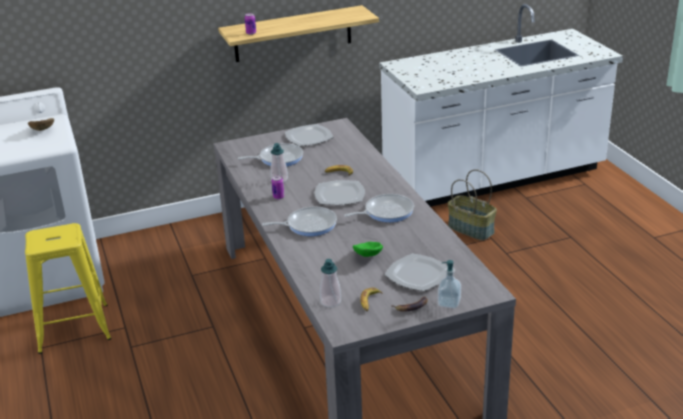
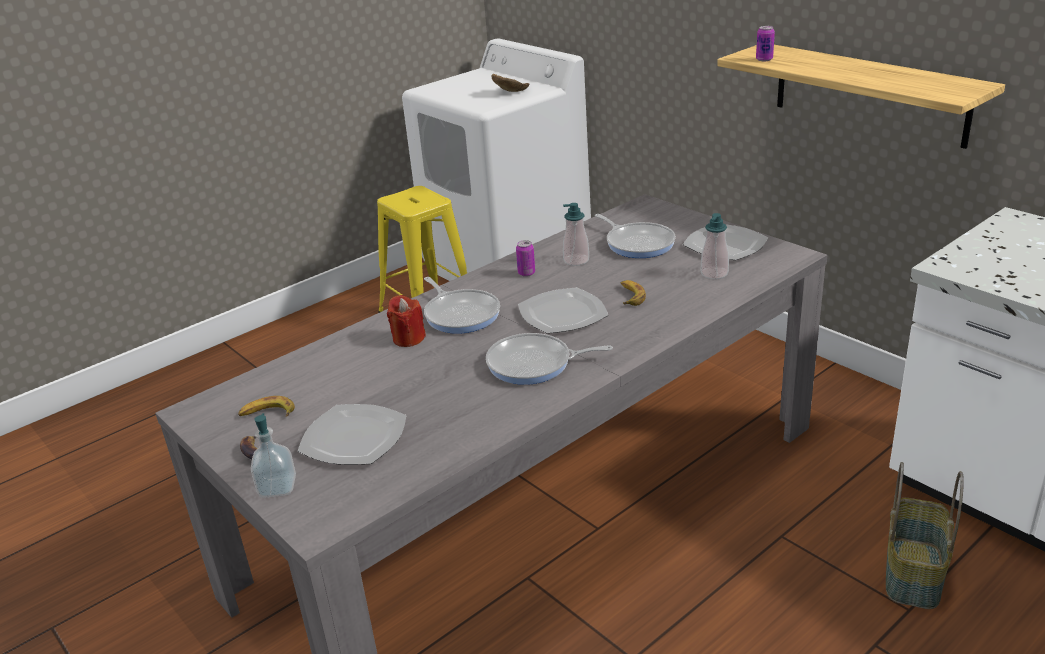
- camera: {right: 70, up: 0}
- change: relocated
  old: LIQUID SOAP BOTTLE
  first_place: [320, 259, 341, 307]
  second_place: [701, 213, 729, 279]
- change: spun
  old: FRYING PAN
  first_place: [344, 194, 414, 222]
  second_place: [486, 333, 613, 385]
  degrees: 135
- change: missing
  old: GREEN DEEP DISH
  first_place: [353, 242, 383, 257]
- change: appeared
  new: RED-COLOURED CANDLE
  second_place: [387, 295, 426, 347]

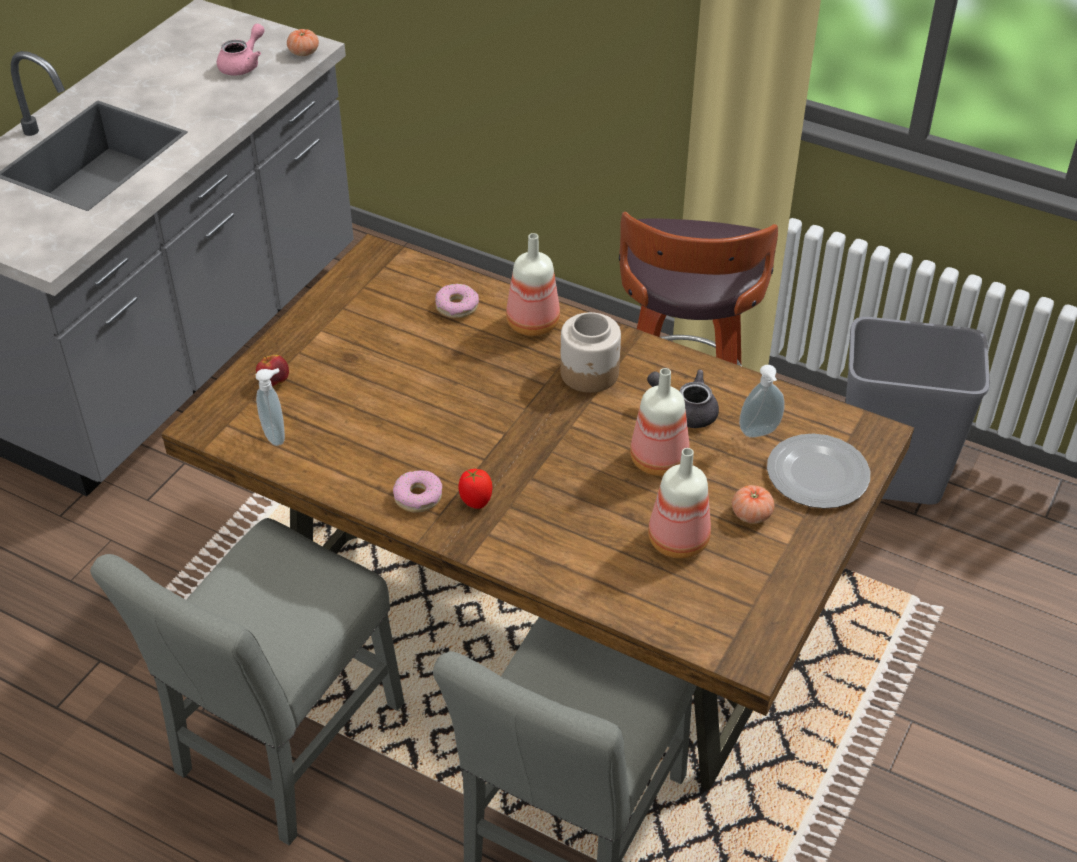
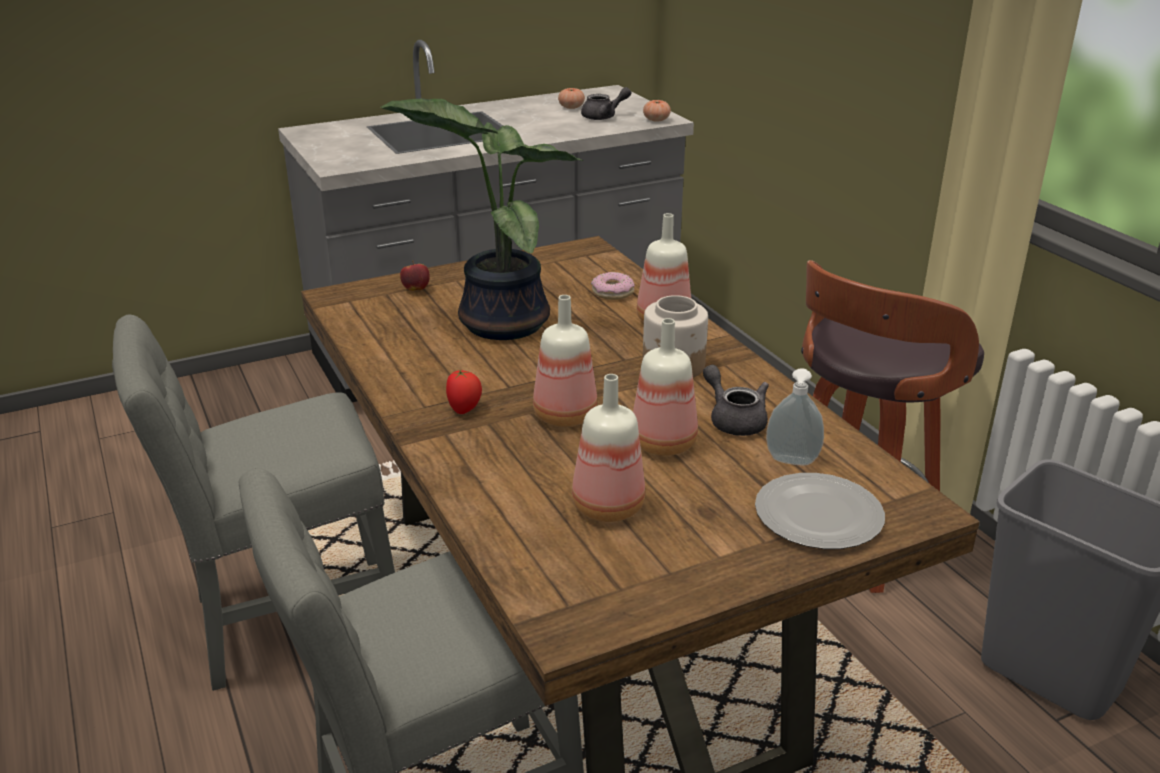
- camera: {right: 35, up: -15}
- change: colour
  old: PINKISH POT FOR TEA
  new: GREY POT FOR TEA
  first_place: [217, 24, 265, 76]
  second_place: [581, 87, 631, 120]
- change: missing
  old: LIQUID SOAP BOTTLE
  first_place: [256, 368, 285, 446]
- change: missing
  old: DOUGHNUT
  first_place: [393, 470, 442, 513]
- change: relocated
  old: TOMATO
  first_place: [732, 485, 774, 524]
  second_place: [558, 88, 585, 109]
- change: appeared
  new: PLANT IN A POT
  second_place: [381, 98, 583, 340]
- change: appeared
  new: BEVERAGE BOTTLE
  second_place: [533, 295, 597, 427]

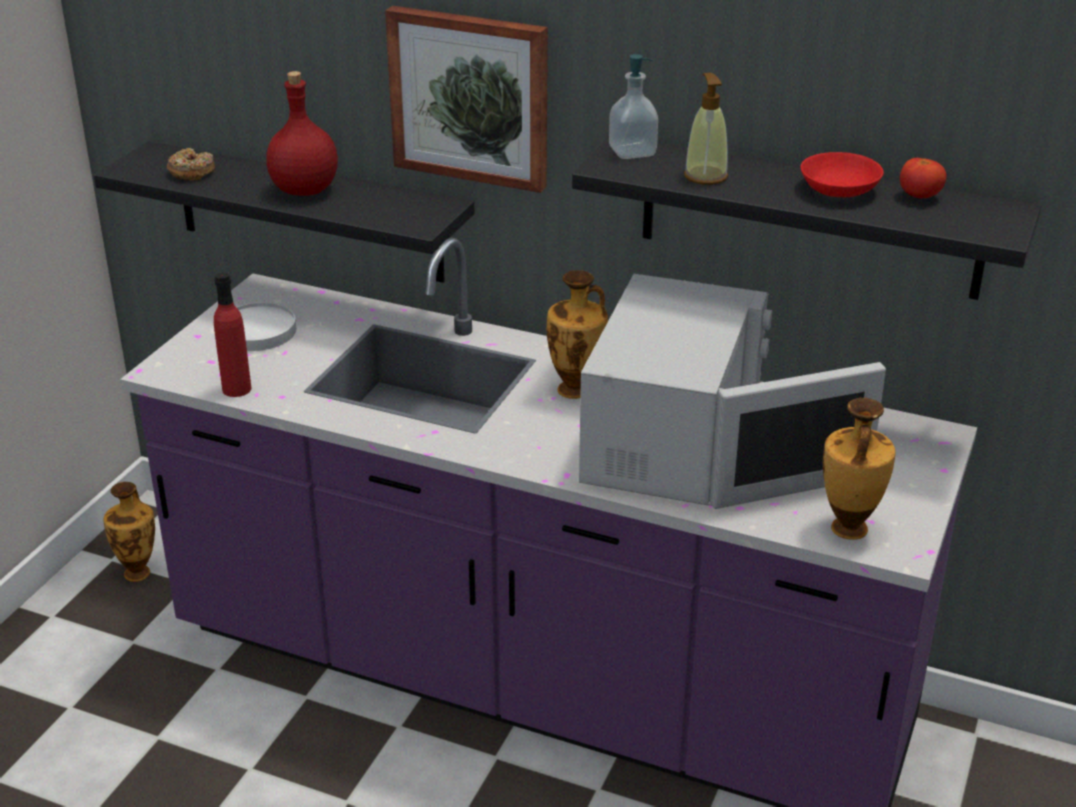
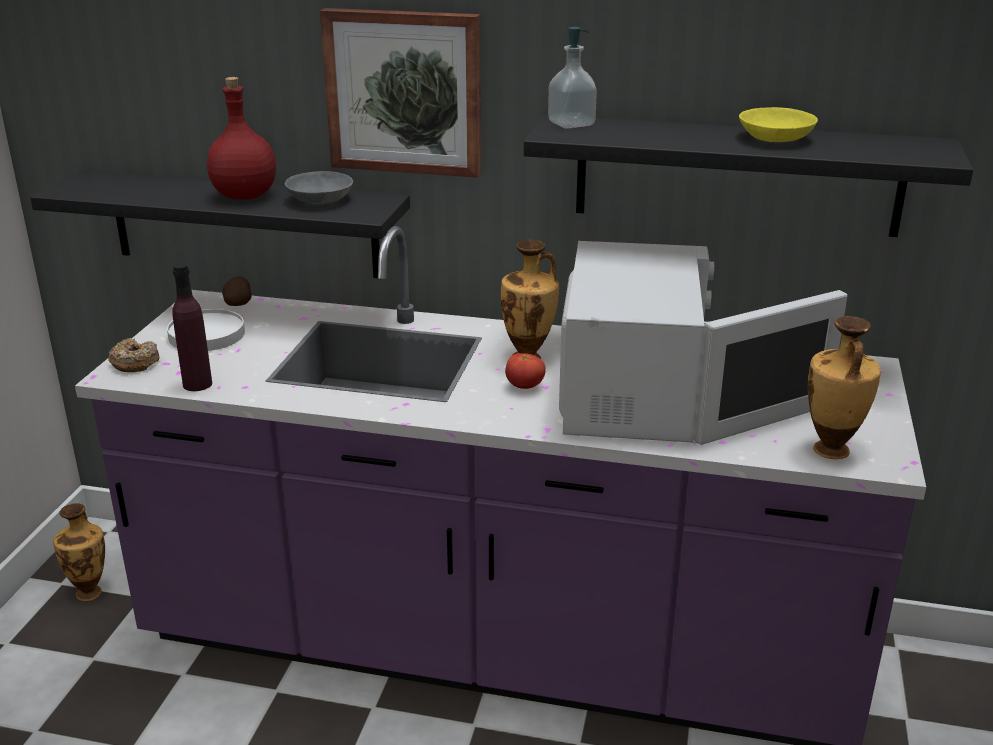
- camera: {right: -10, up: -5}
- change: relocated
  old: DOUGHNUT
  first_place: [167, 148, 215, 181]
  second_place: [108, 338, 159, 372]
- change: colour
  old: RED-COLOURED BEVERAGE BOTTLE
  new: PURPLISH BEVERAGE BOTTLE
  first_place: [214, 272, 251, 397]
  second_place: [173, 263, 212, 391]
- change: missing
  old: LIQUID SOAP BOTTLE
  first_place: [684, 73, 728, 185]
- change: colour
  old: RED-COLOURED DEEP DISH
  new: YELLOW DEEP DISH
  first_place: [800, 152, 884, 197]
  second_place: [739, 107, 818, 142]
- change: relocated
  old: TOMATO
  first_place: [900, 158, 947, 198]
  second_place: [505, 353, 546, 389]
- change: appeared
  new: WHOLE POTATO
  second_place: [222, 276, 252, 306]
- change: appeared
  new: GREY DEEP DISH
  second_place: [285, 171, 353, 204]

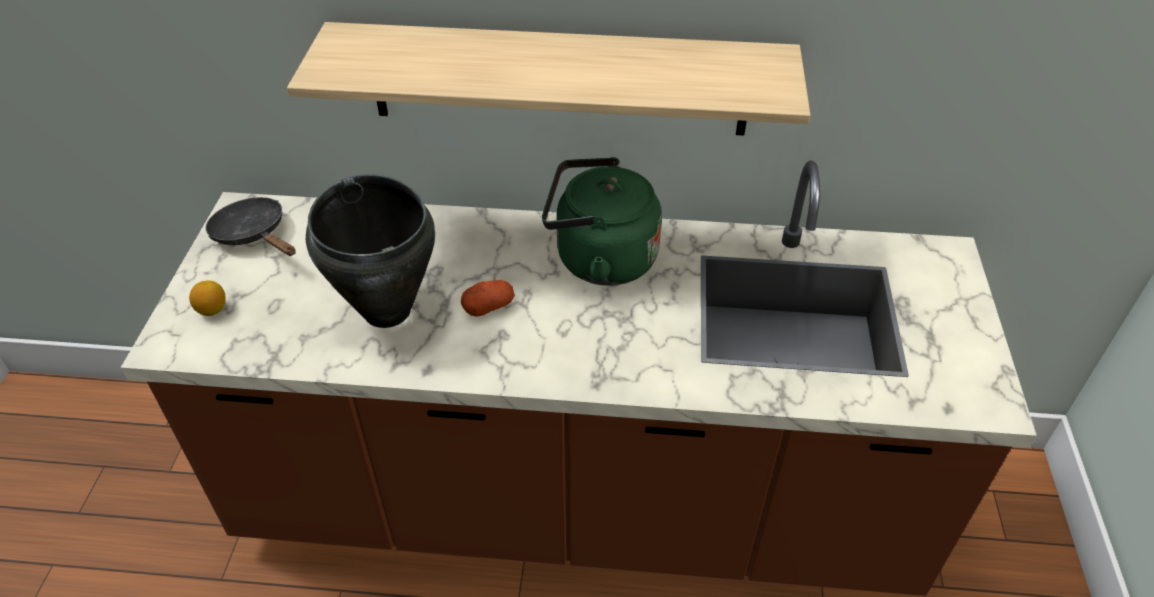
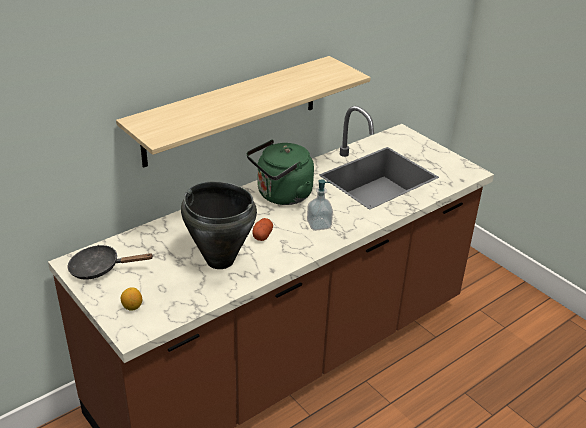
- camera: {right: -45, up: -10}
- change: appeared
  new: LIQUID SOAP BOTTLE
  second_place: [307, 179, 333, 231]

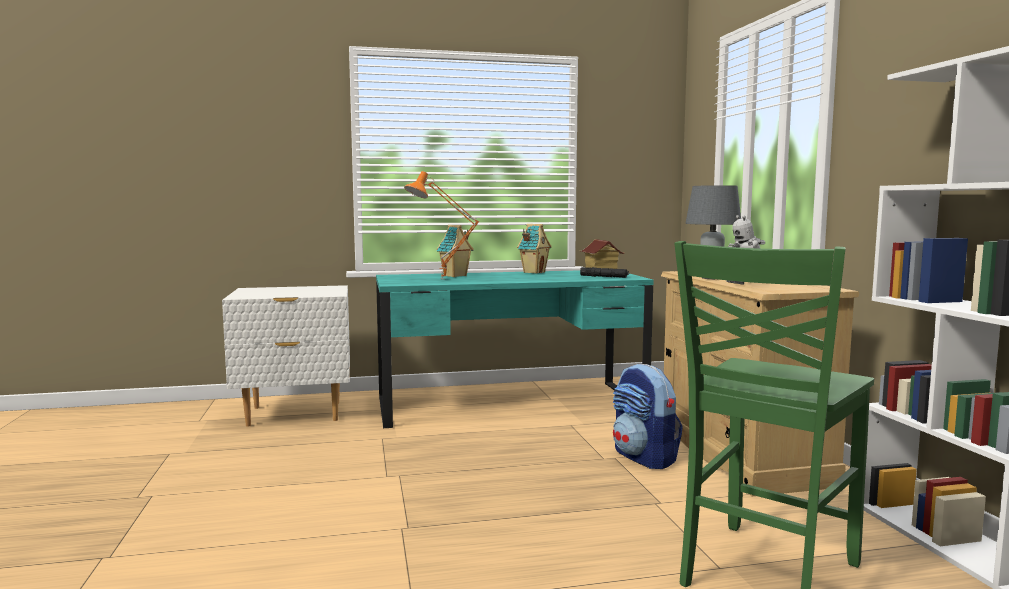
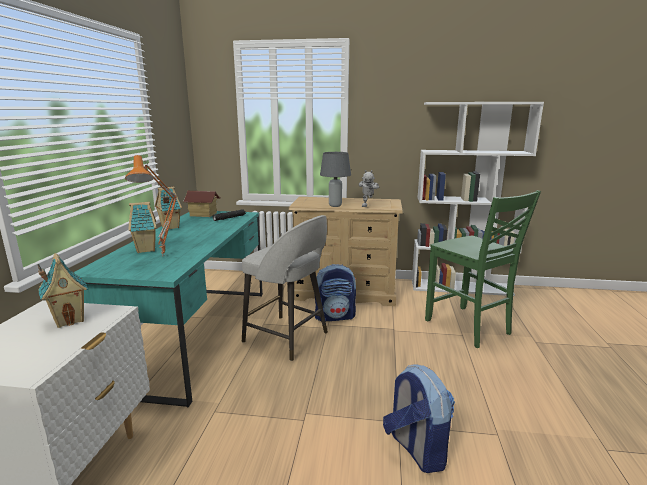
- camera: {right: -70, up: 10}
- change: appeared
  new: MODEL HOUSE
  second_place: [37, 253, 88, 328]
- change: appeared
  new: GREY STOOL
  second_place: [242, 215, 328, 361]
- change: appeared
  new: RUCKSACK
  second_place: [383, 364, 455, 473]

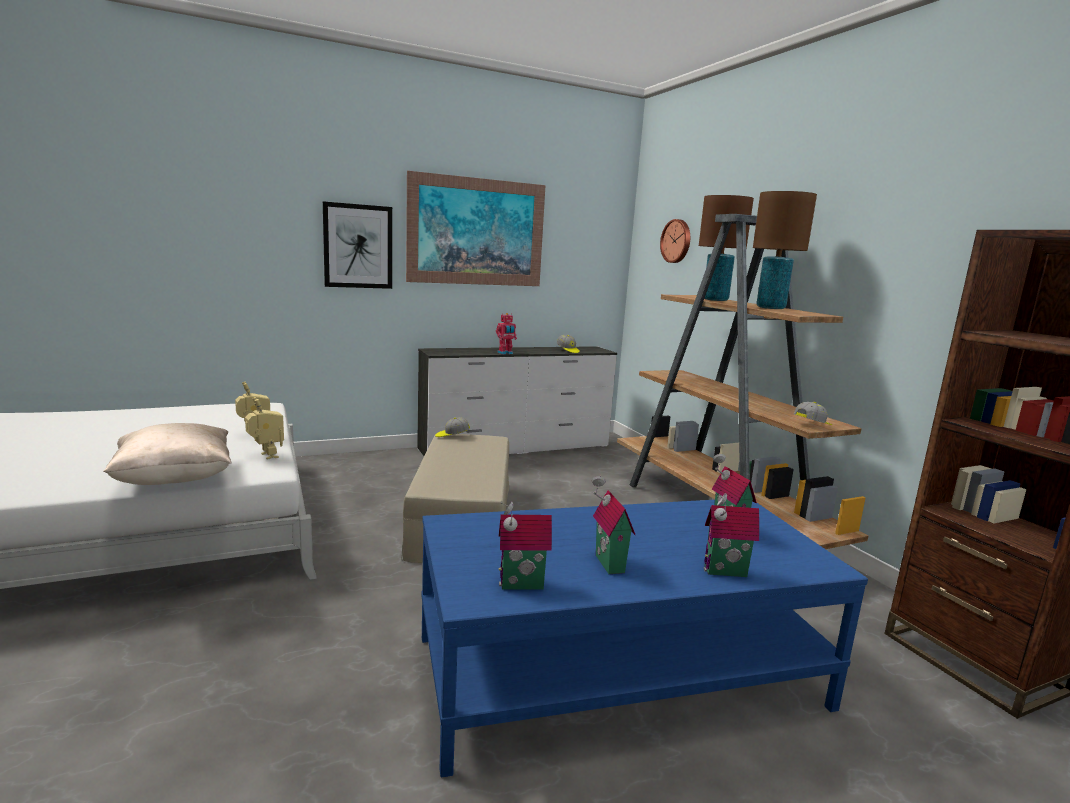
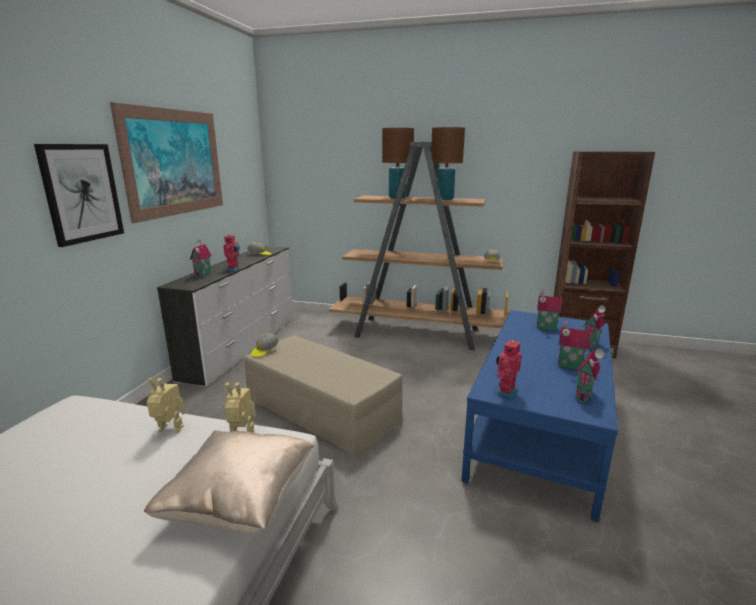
- camera: {right: -50, up: 5}
- change: missing
  old: CLOCK ON THE WALL
  first_place: [660, 219, 690, 263]
- change: appeared
  new: MODEL HOUSE
  second_place: [190, 240, 212, 278]
- change: appeared
  new: MODEL ROBOT
  second_place: [496, 339, 522, 399]

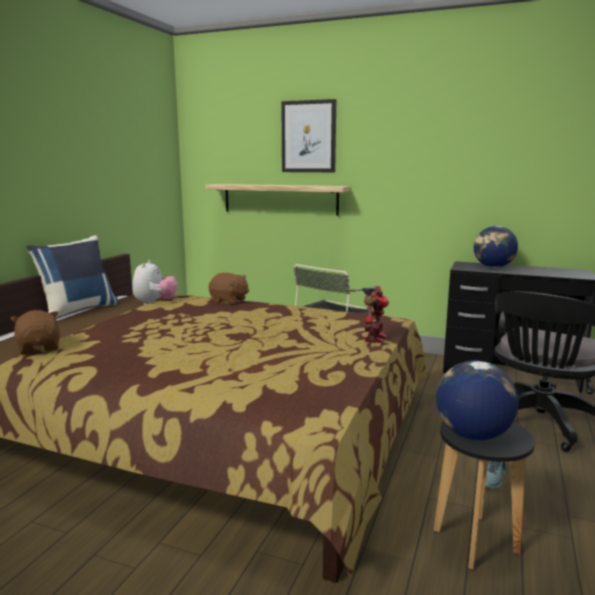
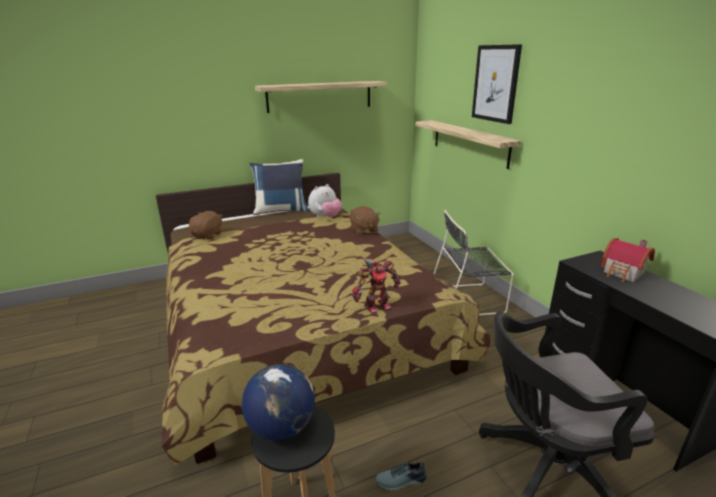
- camera: {right: 45, up: 10}
- change: exchanged
  old: DESK GLOBE
  new: MODEL HOUSE
  first_place: [474, 226, 518, 268]
  second_place: [601, 238, 655, 282]
- change: appeared
  new: SHELF
  second_place: [255, 81, 387, 113]

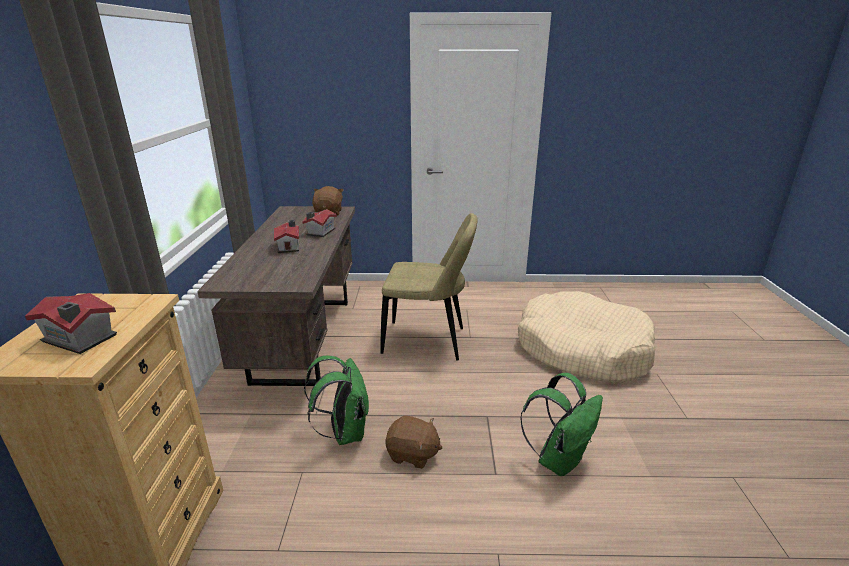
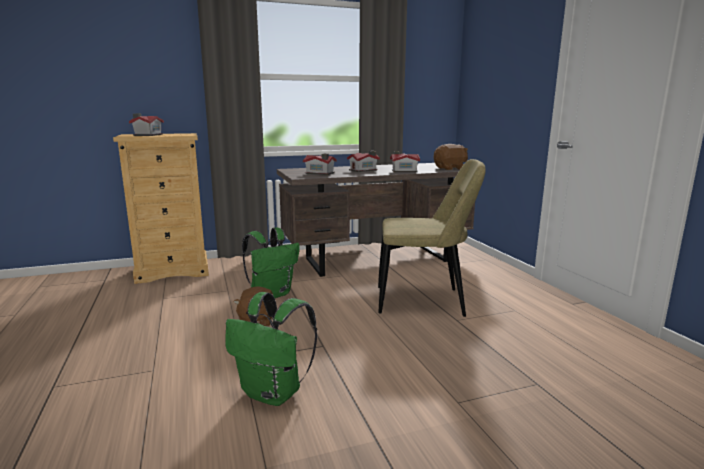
- camera: {right: 70, up: -10}
- change: spun
  old: SAND-COLOURED PLAIN CHAIR
  first_place: [381, 213, 478, 361]
  second_place: [378, 159, 486, 317]
  degrees: -75
- change: missing
  old: SAND-COLOURED DOG CUSHION
  first_place: [518, 291, 655, 384]
- change: appeared
  new: MODEL HOUSE
  second_place: [303, 154, 337, 175]

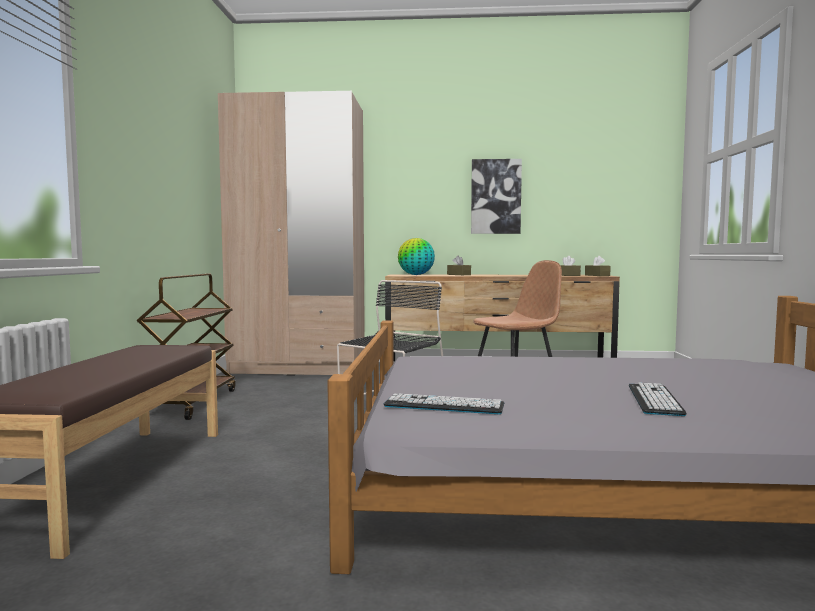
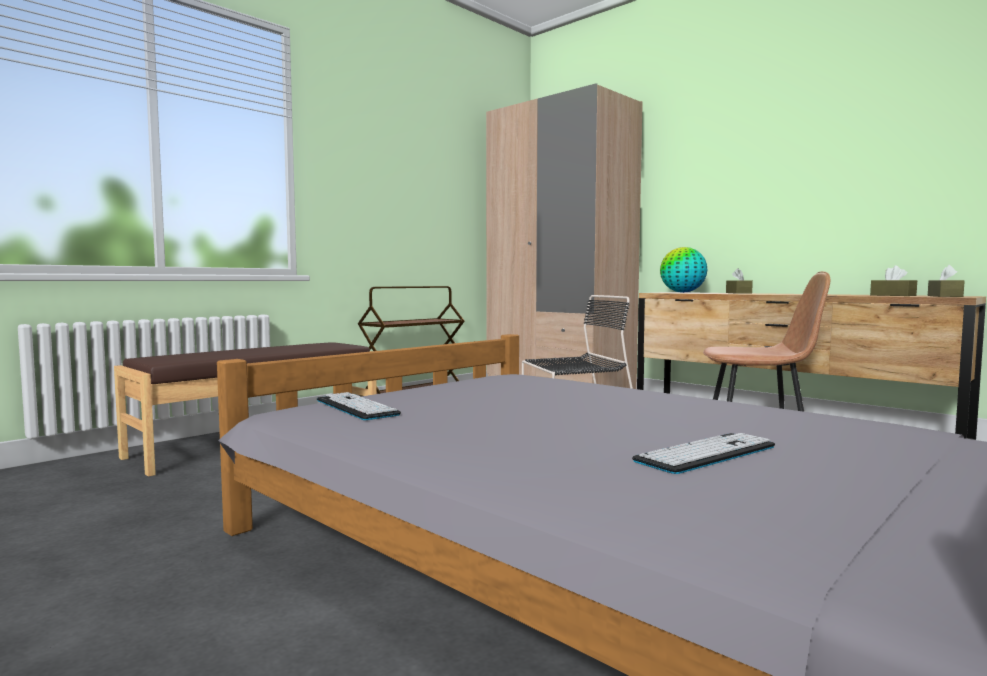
- camera: {right: 40, up: 0}
- change: missing
  old: WALL ART
  first_place: [471, 159, 522, 234]
- change: relocated
  old: KEYBOARD
  first_place: [629, 382, 687, 416]
  second_place: [632, 433, 775, 474]

